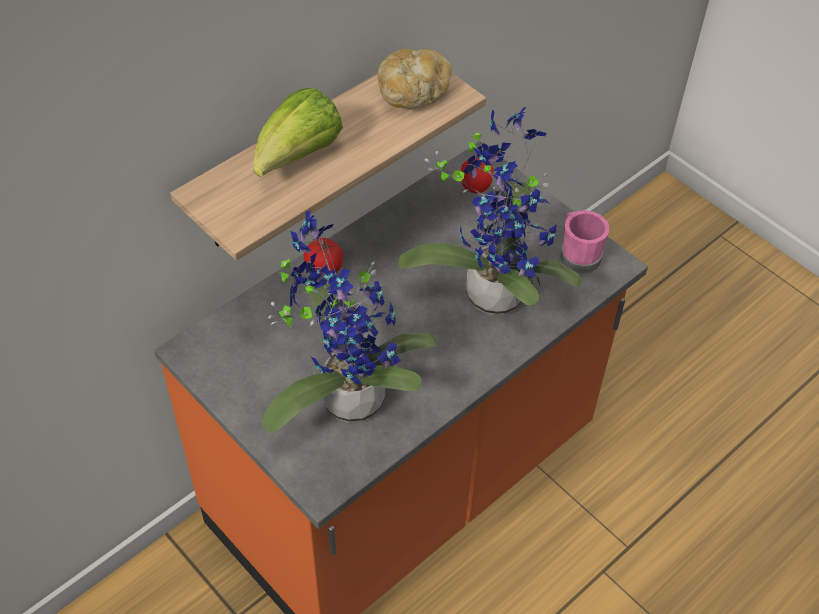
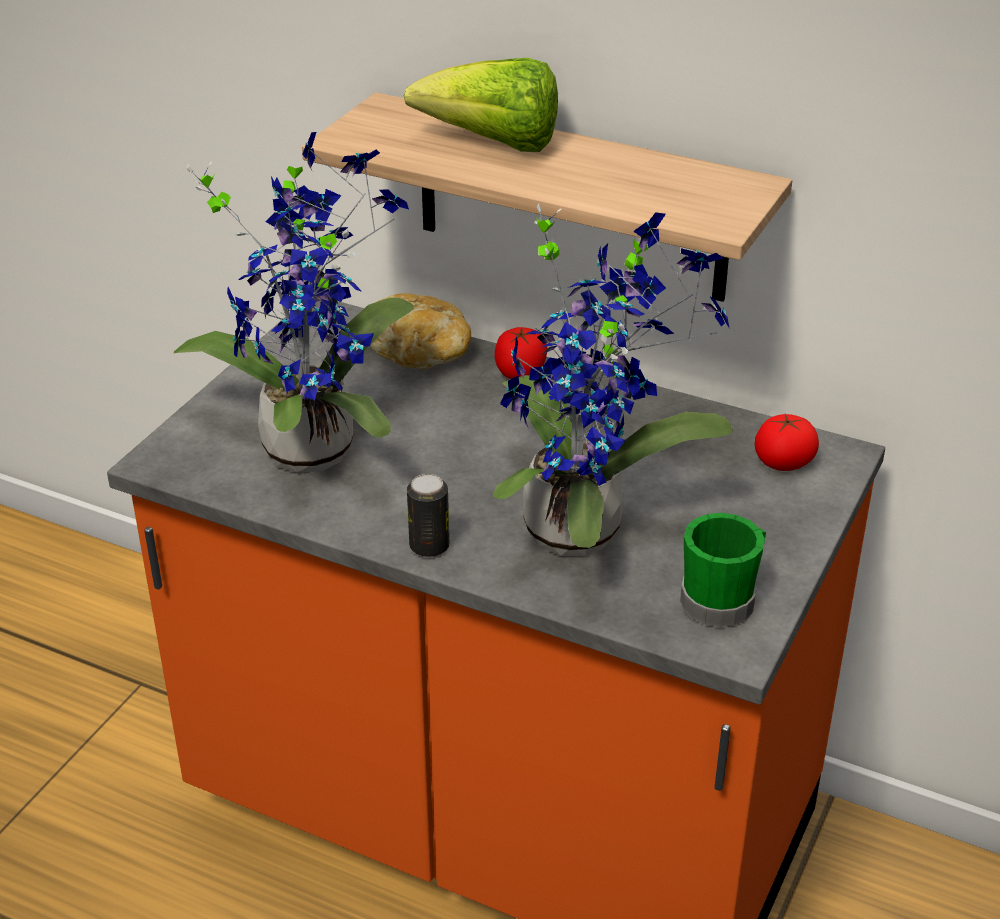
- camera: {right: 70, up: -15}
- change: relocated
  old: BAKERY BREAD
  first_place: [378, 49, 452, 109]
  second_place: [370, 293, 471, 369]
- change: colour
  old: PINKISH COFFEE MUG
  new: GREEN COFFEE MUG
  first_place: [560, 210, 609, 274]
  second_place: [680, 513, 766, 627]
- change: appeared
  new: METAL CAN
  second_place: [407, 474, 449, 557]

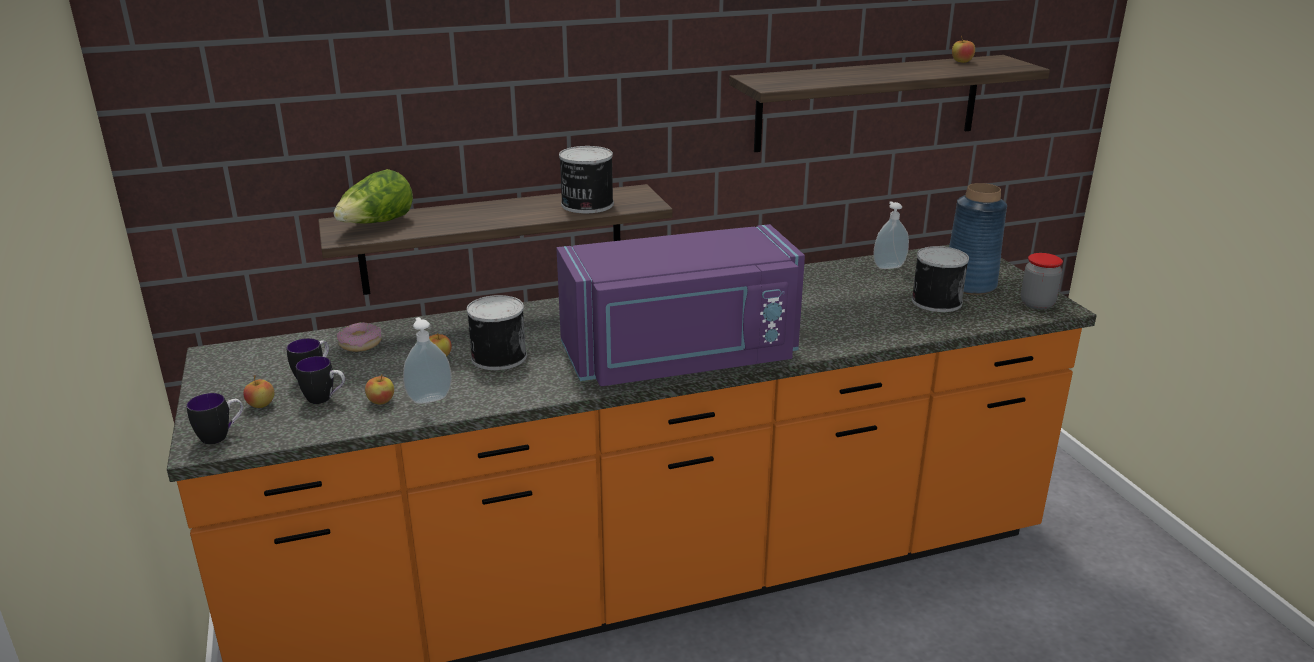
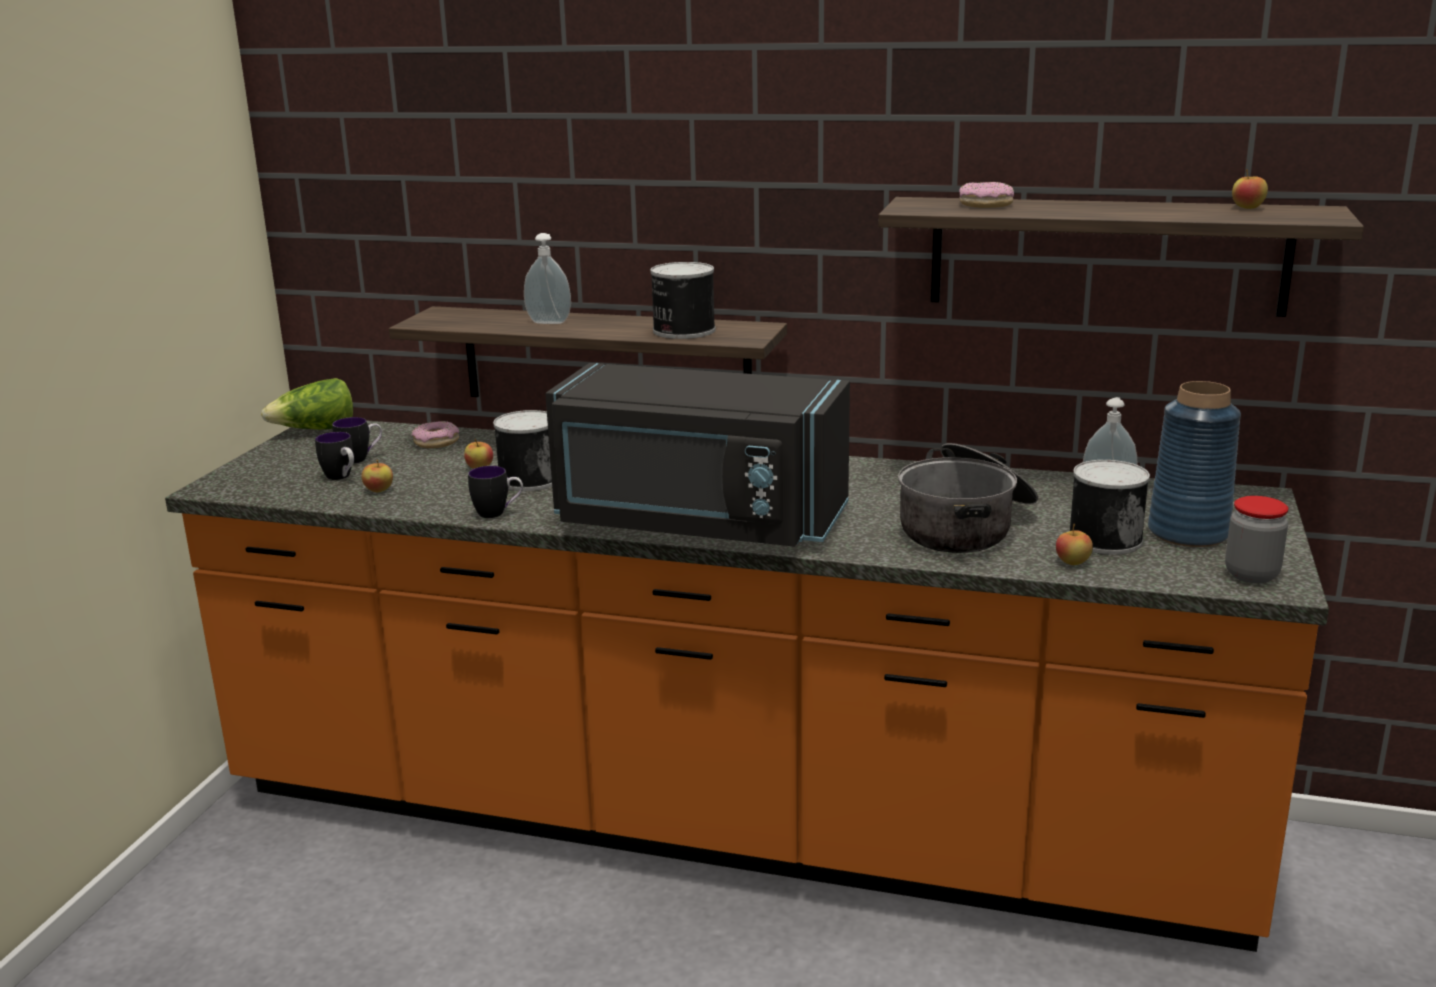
- camera: {right: 35, up: -5}
- change: relocated
  old: COFFEE MUG
  first_place: [186, 393, 243, 444]
  second_place: [468, 466, 523, 518]
- change: relocated
  old: APPLE FRUIT
  first_place: [243, 376, 274, 408]
  second_place: [1056, 524, 1093, 565]
- change: relocated
  old: LETTUCE HEAD
  first_place: [334, 169, 413, 223]
  second_place: [261, 378, 353, 430]
- change: relocated
  old: LIQUID SOAP BOTTLE
  first_place: [403, 317, 452, 404]
  second_place: [524, 233, 571, 324]
- change: colour
  old: PURPLISH KITCHEN MICROWAVE
  new: BLACKISH KITCHEN MICROWAVE
  first_place: [556, 224, 805, 386]
  second_place: [545, 363, 850, 547]
- change: appeared
  new: SAUCEPOT
  second_place: [898, 443, 1038, 553]
- change: appeared
  new: DOUGHNUT
  second_place: [959, 182, 1014, 208]

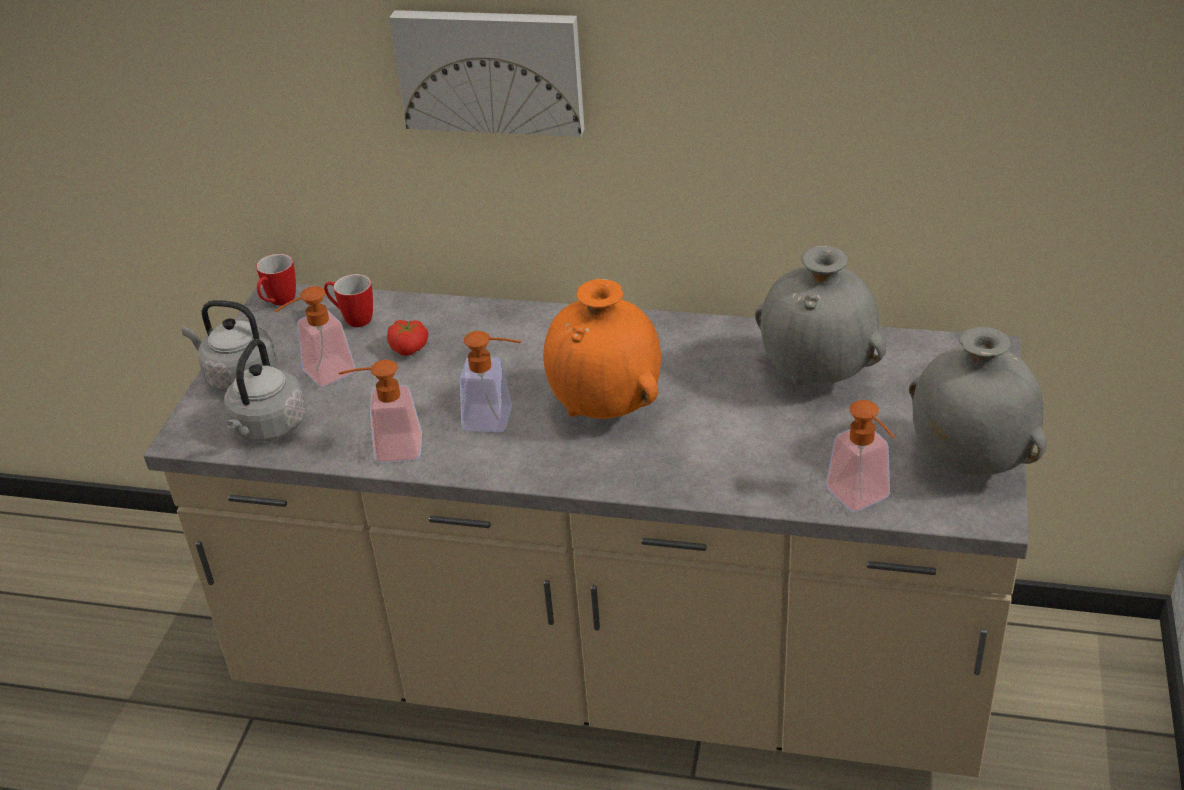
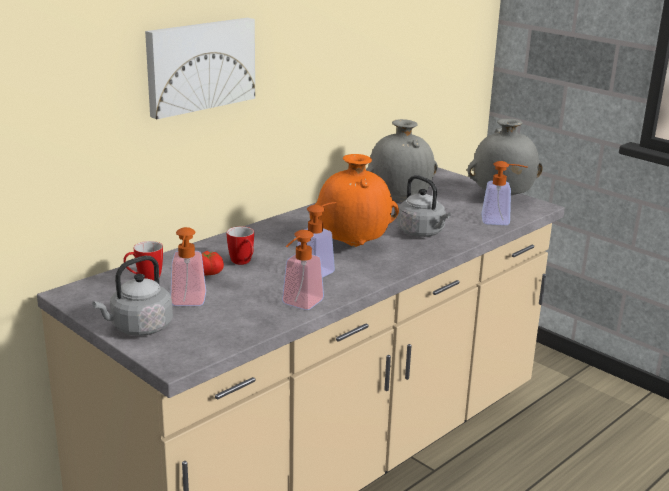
- camera: {right: -60, up: -15}
- change: relocated
  old: GREY WATER KETTLE
  first_place: [224, 339, 306, 441]
  second_place: [397, 175, 451, 237]
- change: relocated
  old: COFFEE MUG
  first_place: [256, 254, 296, 306]
  second_place: [227, 226, 254, 265]

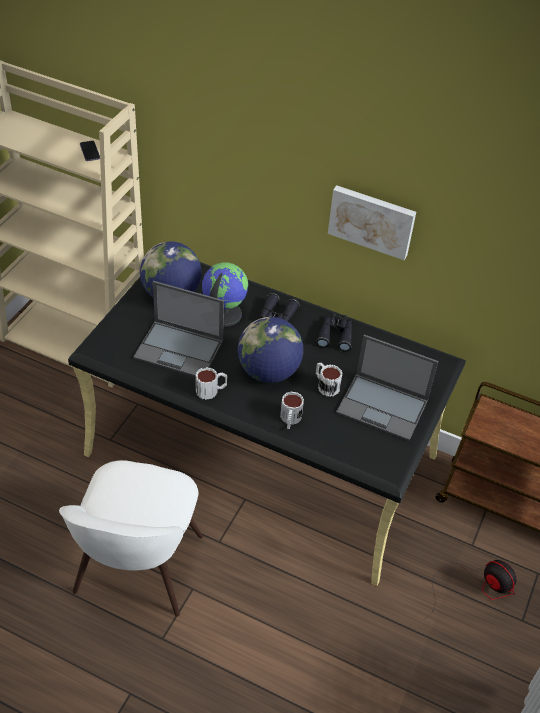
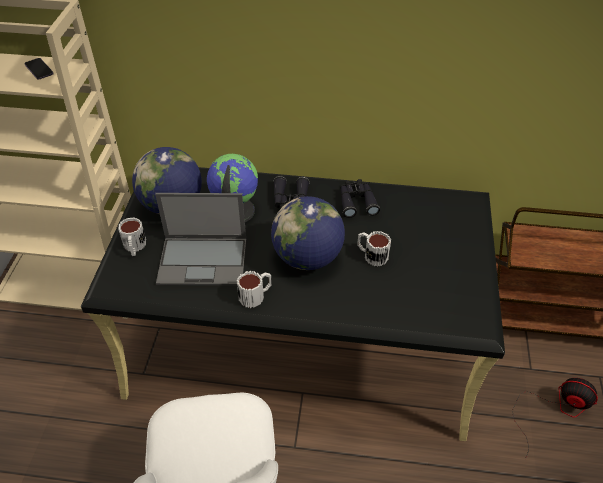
- camera: {right: -15, up: 0}
- change: relocated
  old: COFFEE MUG
  first_place: [280, 392, 304, 429]
  second_place: [118, 217, 146, 256]
- change: missing
  old: WALL ART
  first_place: [328, 185, 416, 260]
- change: missing
  old: LAPTOP
  first_place: [336, 335, 438, 441]

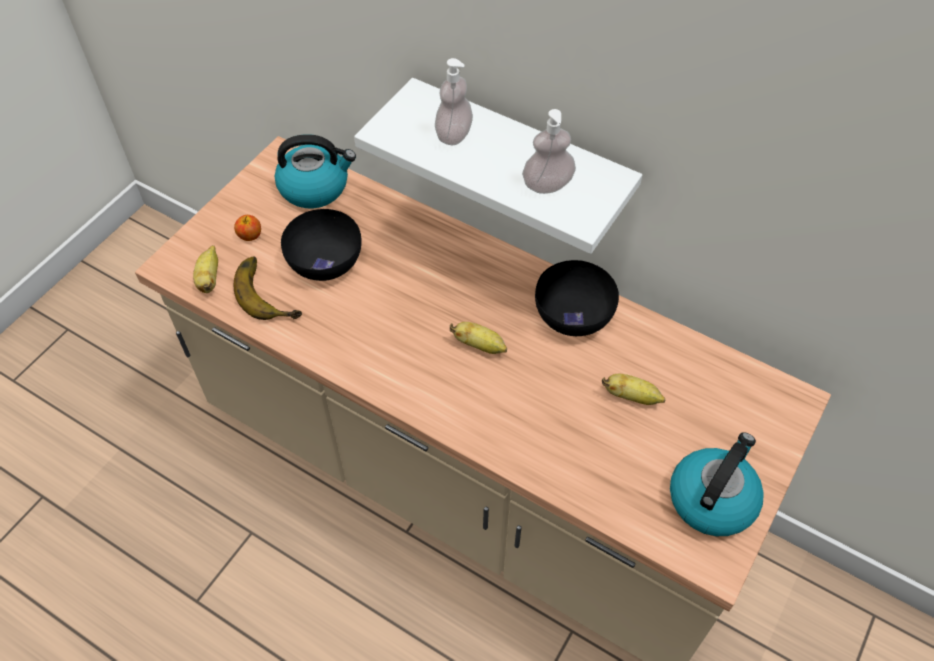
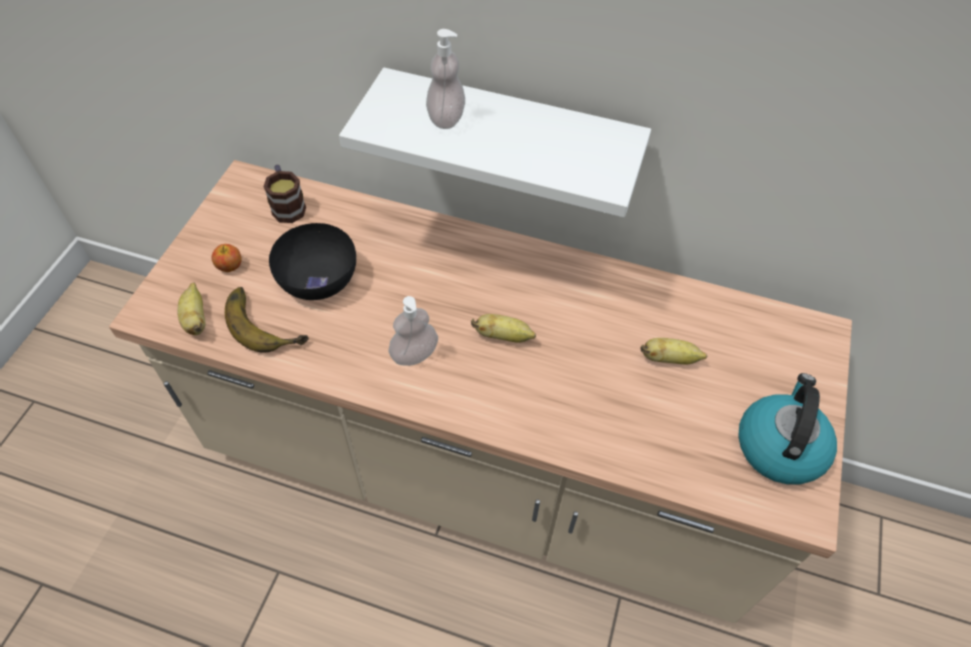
- camera: {right: -15, up: 0}
- change: exchanged
  old: WATER KETTLE
  new: COFFEE MUG
  first_place: [275, 134, 356, 208]
  second_place: [264, 165, 306, 223]
- change: relocated
  old: LIQUID SOAP BOTTLE
  first_place: [522, 109, 576, 194]
  second_place: [388, 296, 438, 366]
- change: missing
  old: BLACKISH DEEP DISH
  first_place: [535, 260, 619, 336]

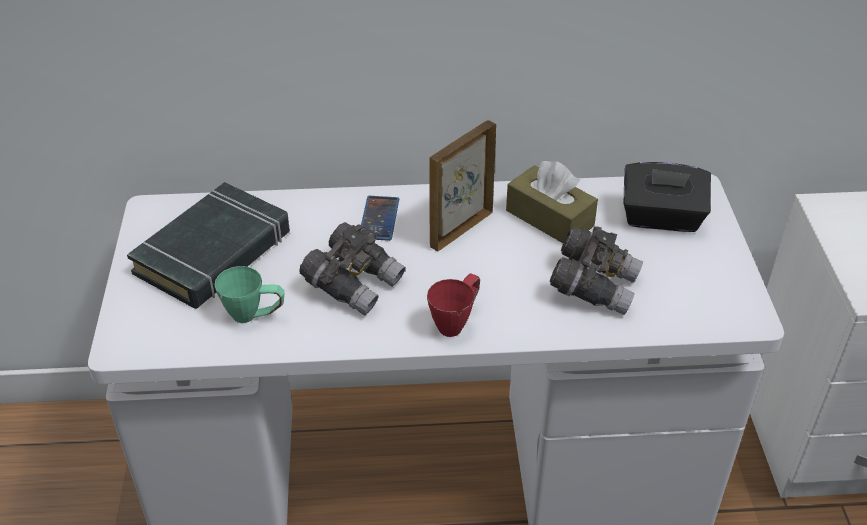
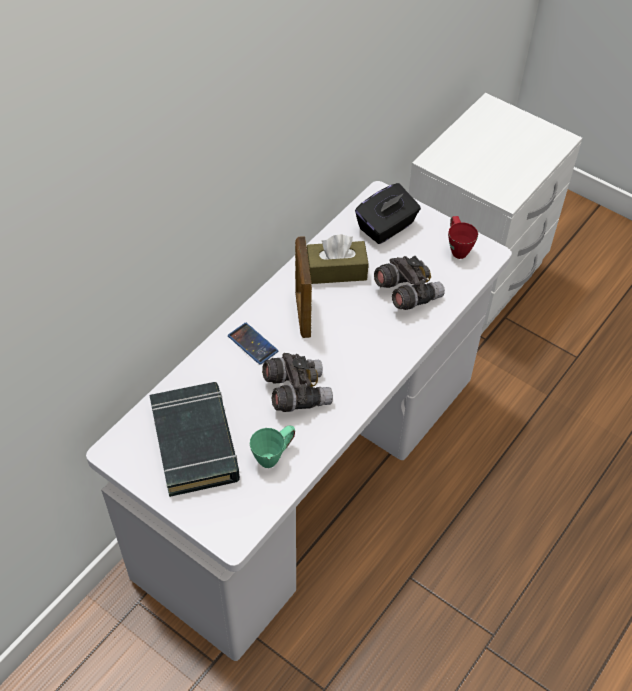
- camera: {right: -50, up: 10}
- change: relocated
  old: RED-COLOURED COFFEE MUG
  first_place: [427, 274, 480, 337]
  second_place: [448, 216, 478, 259]

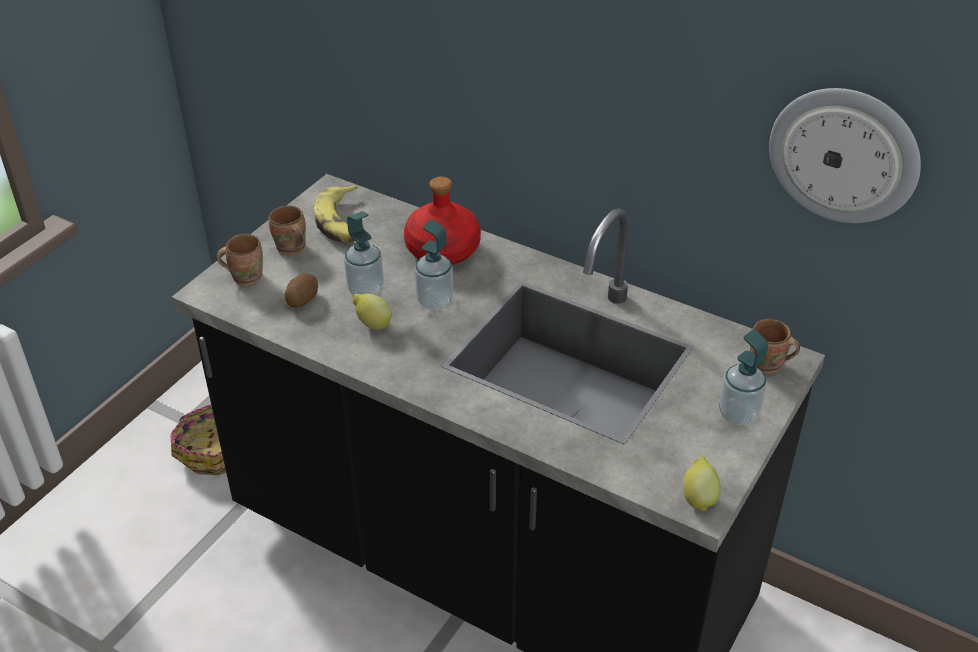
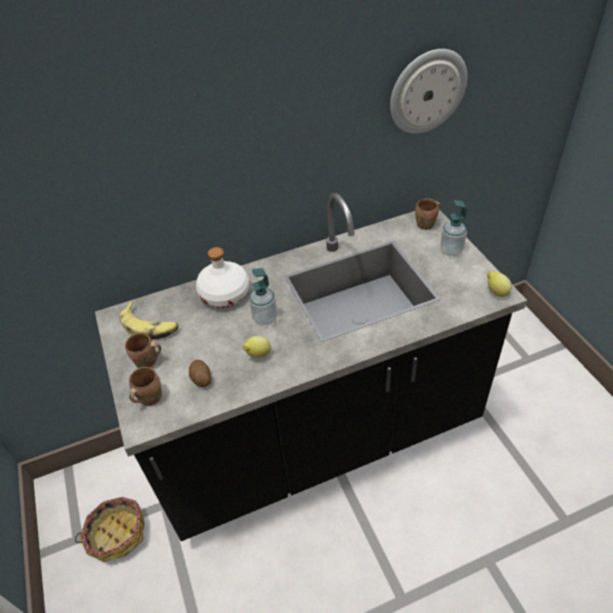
- camera: {right: -50, up: 5}
- change: missing
  old: LIQUID SOAP BOTTLE
  first_place: [344, 211, 384, 296]
- change: colour
  old: RED-COLOURED BEVERAGE BOTTLE
  new: WHITE-COLOURED BEVERAGE BOTTLE
  first_place: [404, 177, 481, 265]
  second_place: [196, 247, 249, 308]

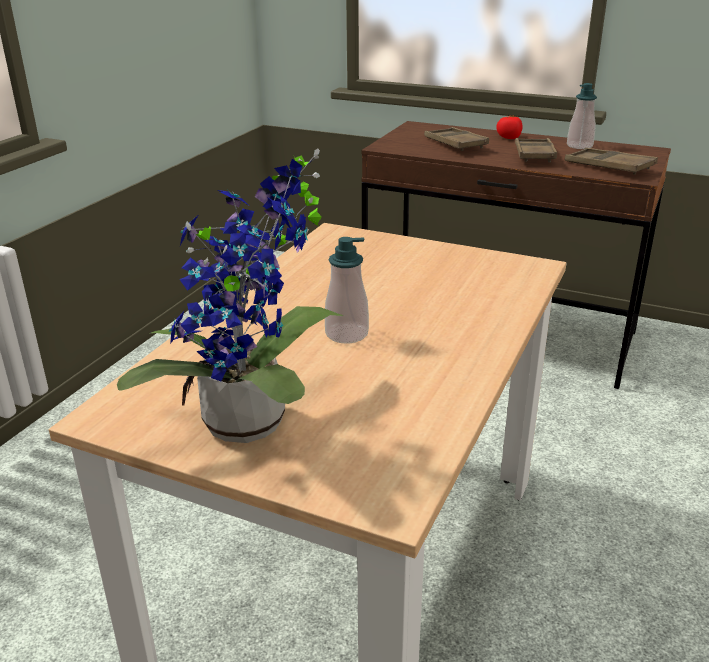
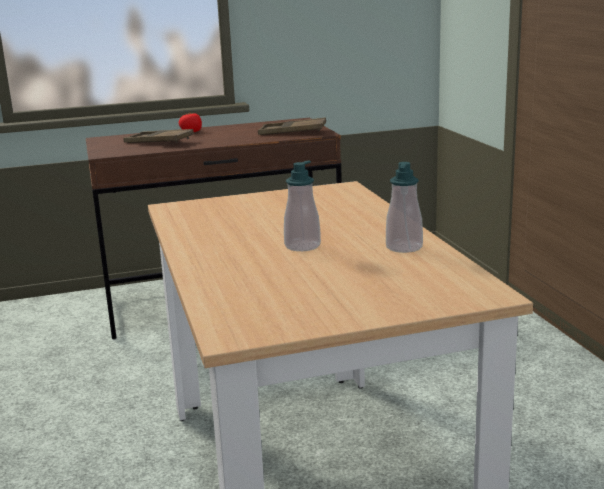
- camera: {right: -40, up: -10}
- change: missing
  old: PLANT IN A POT
  first_place: [117, 149, 344, 443]
- change: missing
  old: BROWN-COLOURED TRAY
  first_place: [515, 138, 557, 162]
- change: relocated
  old: LIQUID SOAP BOTTLE
  first_place: [567, 83, 597, 149]
  second_place: [386, 162, 423, 253]

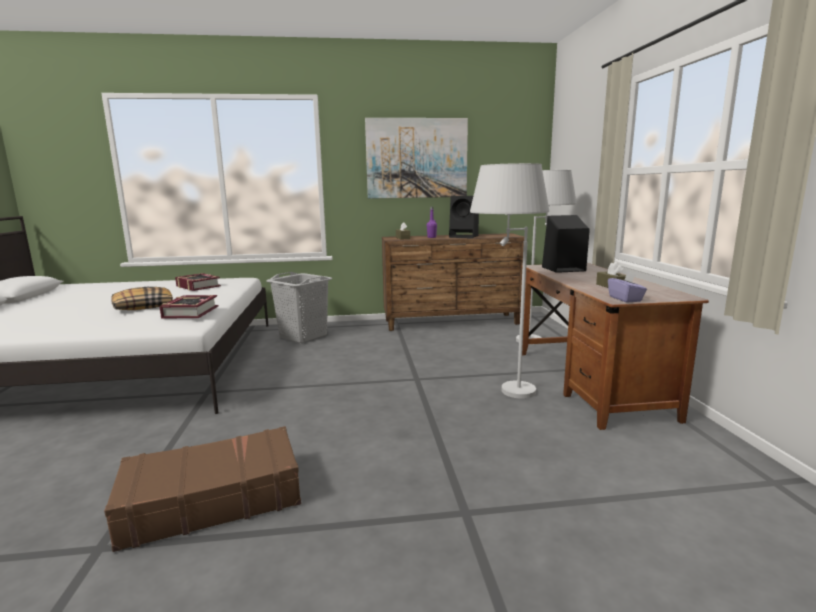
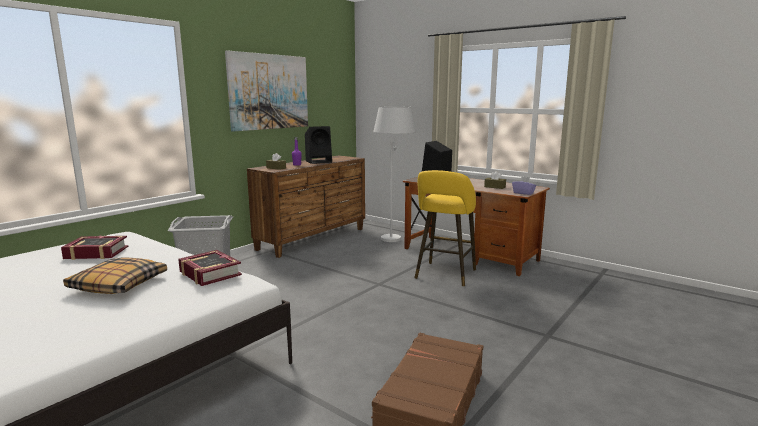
- camera: {right: -45, up: 0}
- change: exchanged
  old: WHITE-COLOURED STANDARD LAMP
  new: YELLOW STOOL
  first_place: [470, 163, 549, 399]
  second_place: [414, 170, 476, 286]

